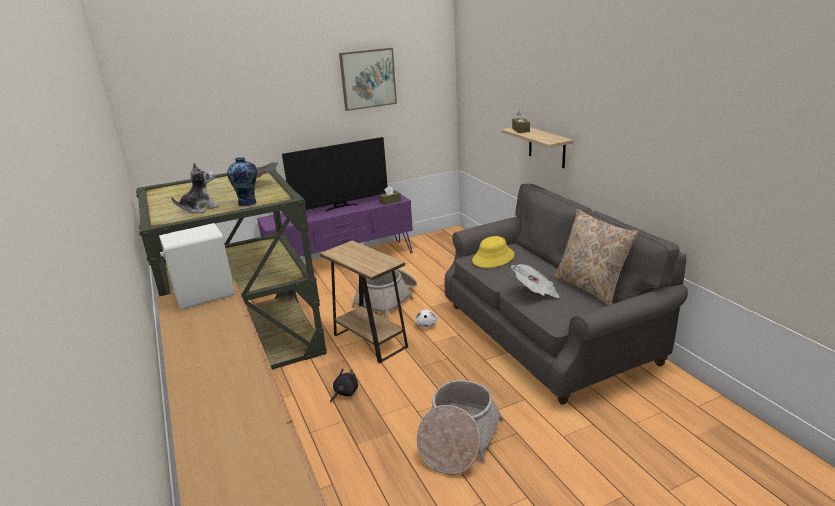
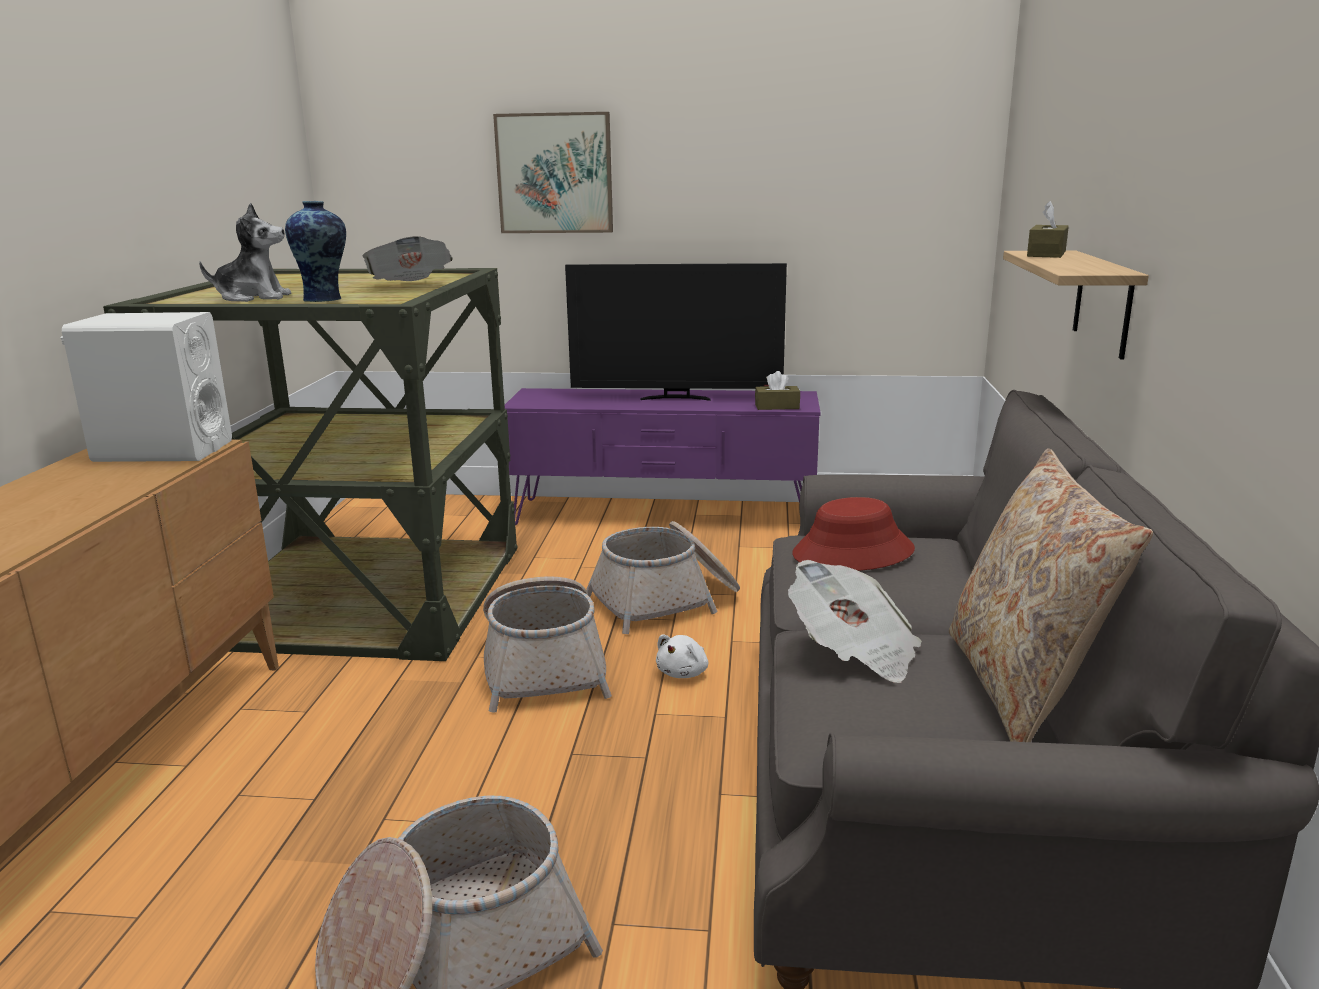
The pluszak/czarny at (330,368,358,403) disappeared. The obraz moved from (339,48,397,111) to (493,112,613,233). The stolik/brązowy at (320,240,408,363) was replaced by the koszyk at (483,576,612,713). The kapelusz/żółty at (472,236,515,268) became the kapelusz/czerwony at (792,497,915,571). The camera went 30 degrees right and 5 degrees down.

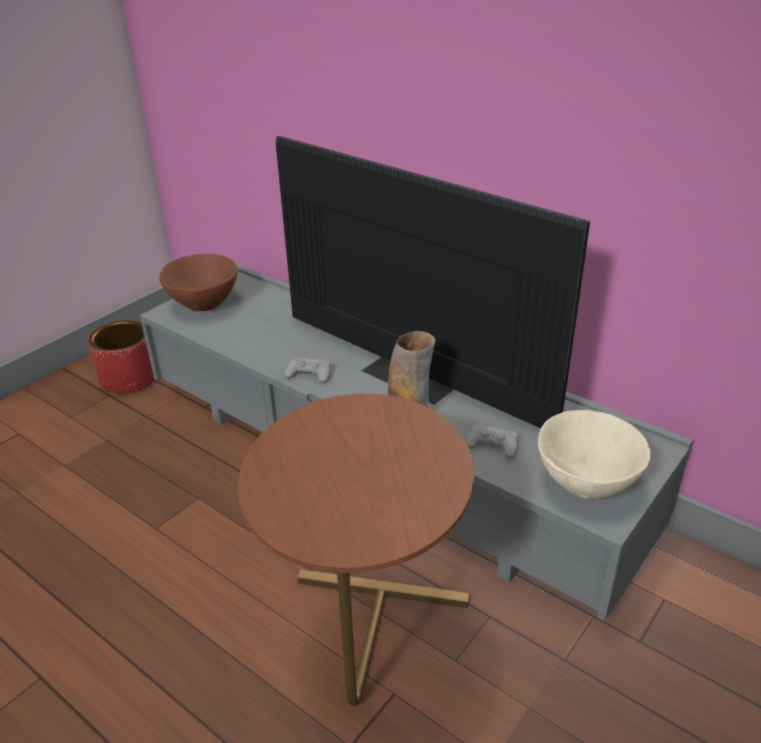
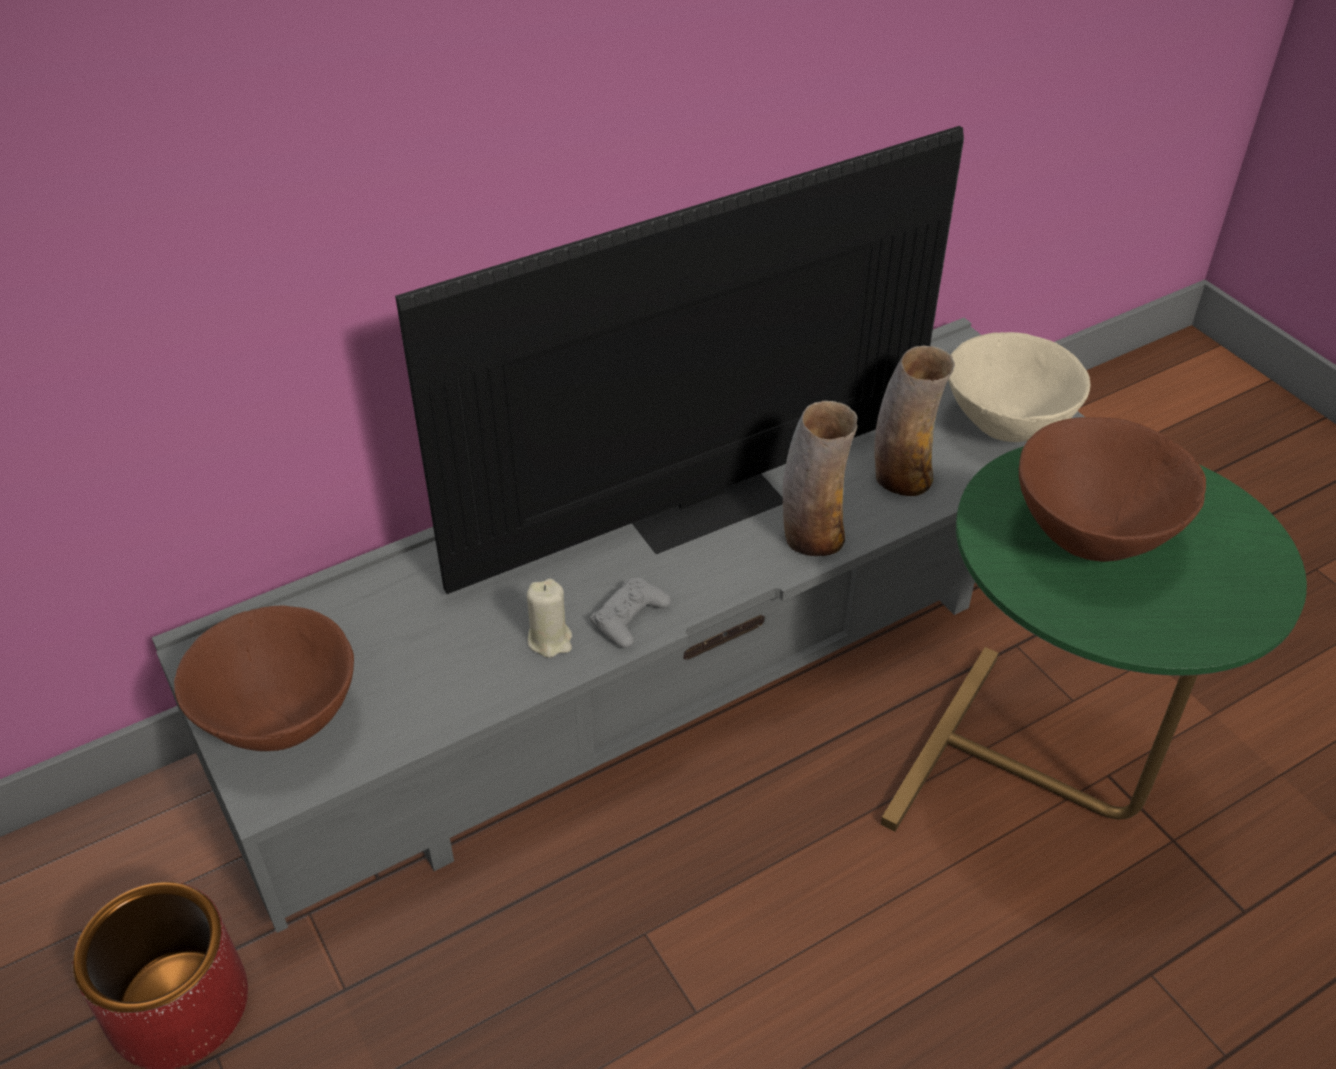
The świeca/beżowy at (527,579,572,658) appeared. The miska/brązowy at (1019,417,1206,562) appeared. The pad do gier/szary at (465,424,518,458) was replaced by the wazon at (874,345,955,496). The stolik/brązowy at (238,394,474,706) became the stolik/zielony at (881,446,1307,832). The camera went 70 degrees left and 10 degrees up.

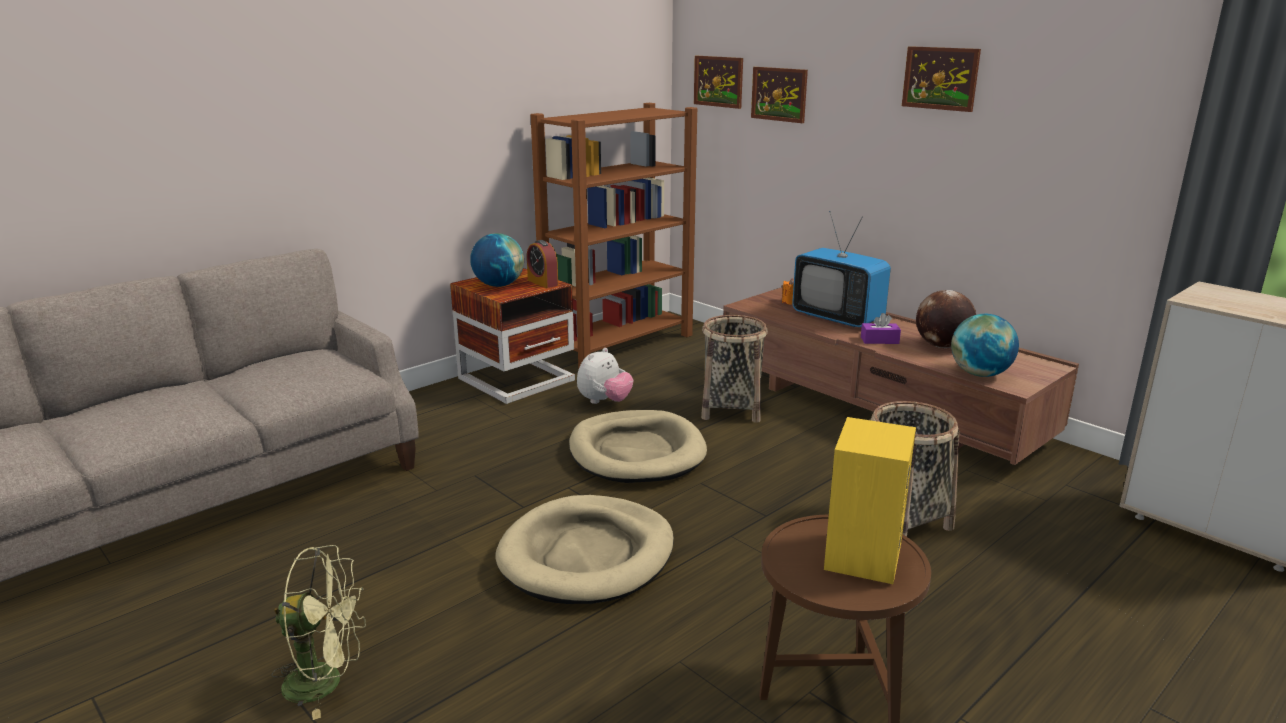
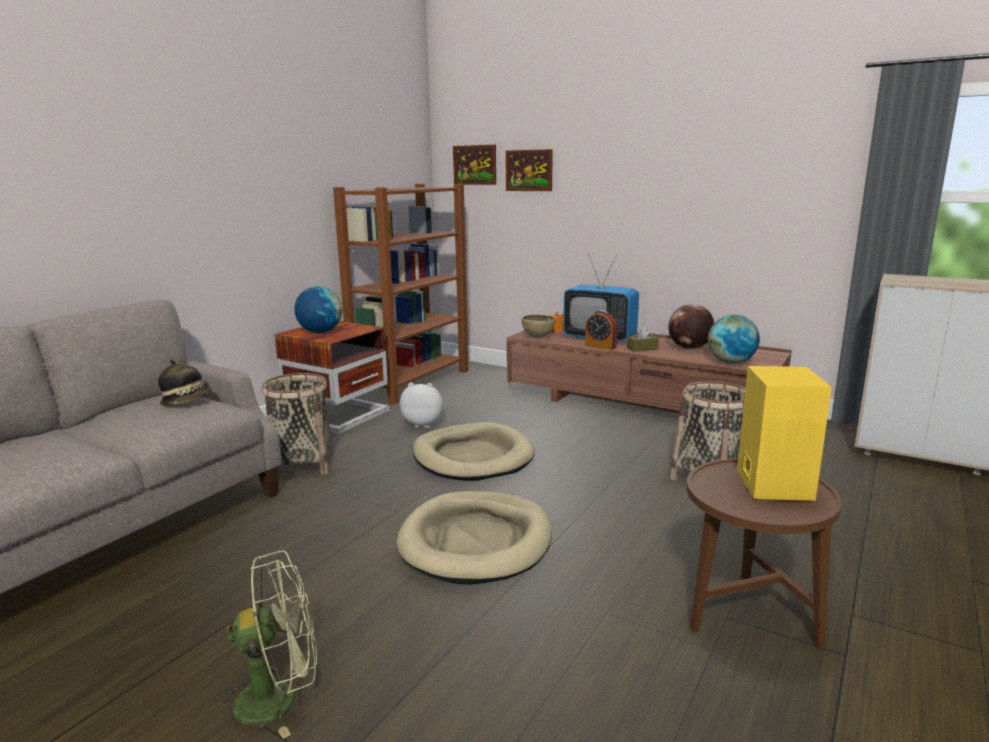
The obraz at (902,46,981,112) disappeared. The kapelusz at (158,360,211,405) appeared. The miska/brązowy at (522,315,555,338) appeared. The budzik moved from (527,240,558,288) to (585,310,617,350). The koszyk moved from (701,315,768,423) to (261,373,333,475). The pudełko chusteczek/fioletowy at (861,313,901,344) became the pudełko chusteczek/brązowy at (627,326,659,352). The pluszak at (577,348,633,404) turned 105 degrees counterclockwise. The camera went 15 degrees left and 5 degrees down.

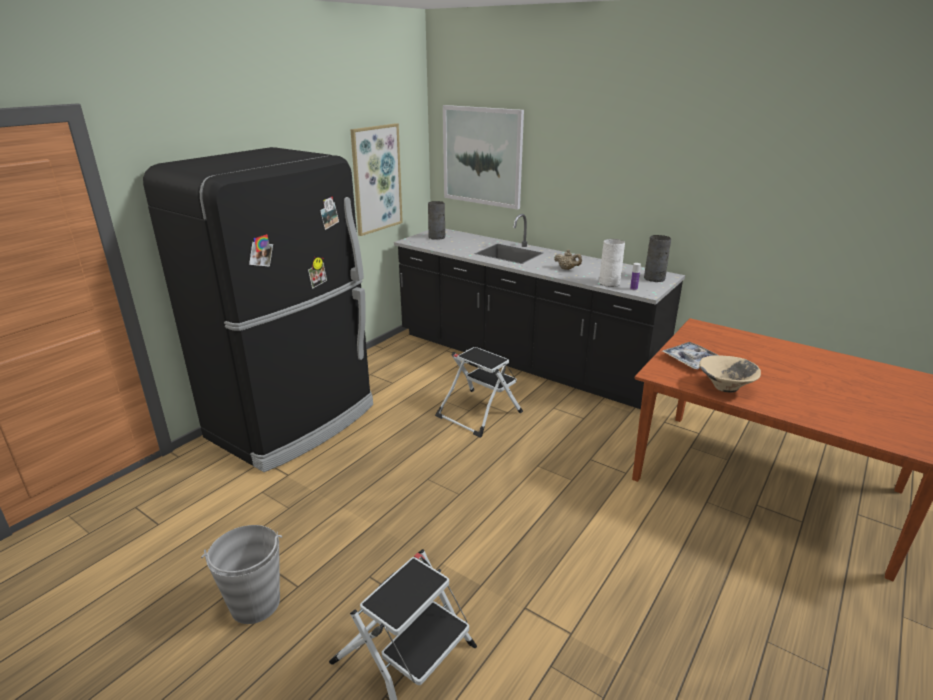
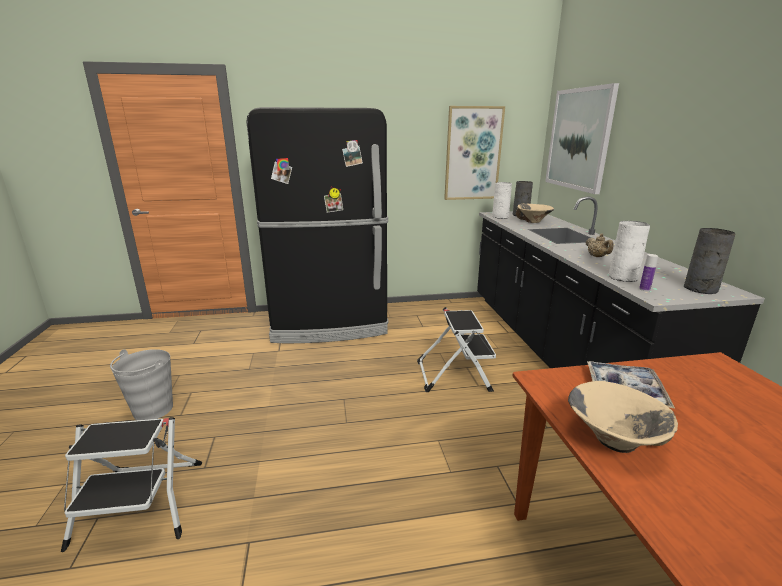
The wazon/biały at (492,182,512,219) appeared. The miska/beżowy at (516,203,554,223) appeared. The camera went 45 degrees right and 5 degrees down.

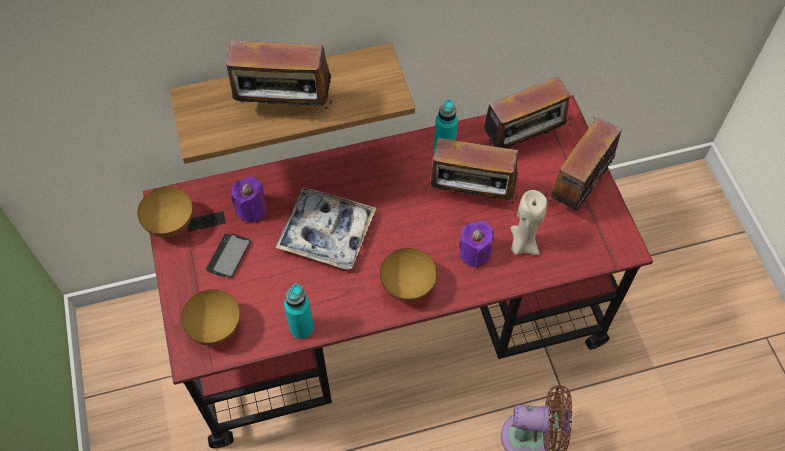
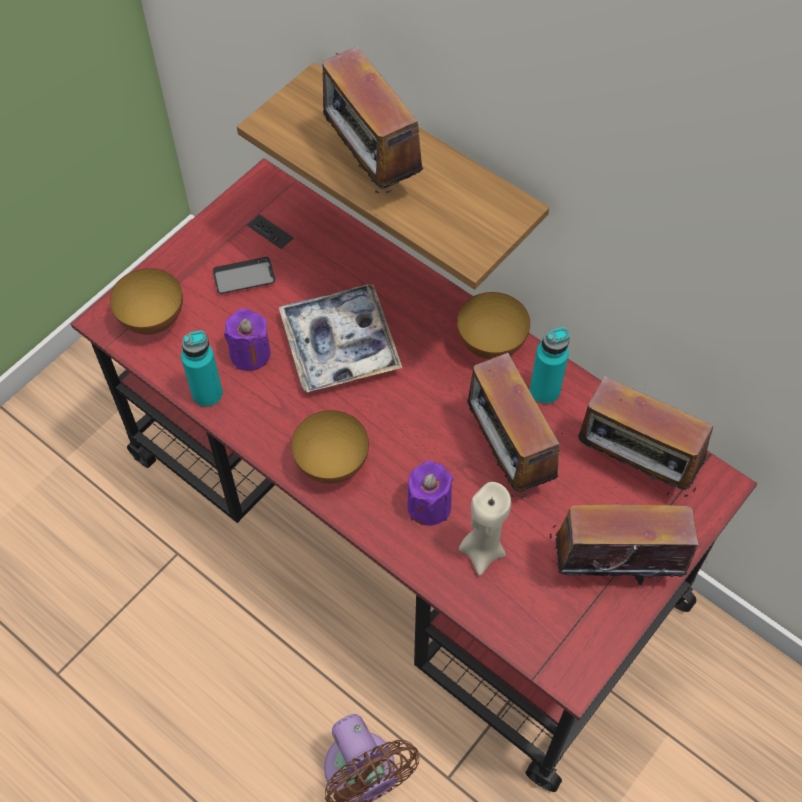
The miska moved from (137,187,193,238) to (457,292,530,359). The świeca/fioletowy moved from (231,177,267,222) to (224,309,271,371). The camera went 55 degrees right and 0 degrees up.

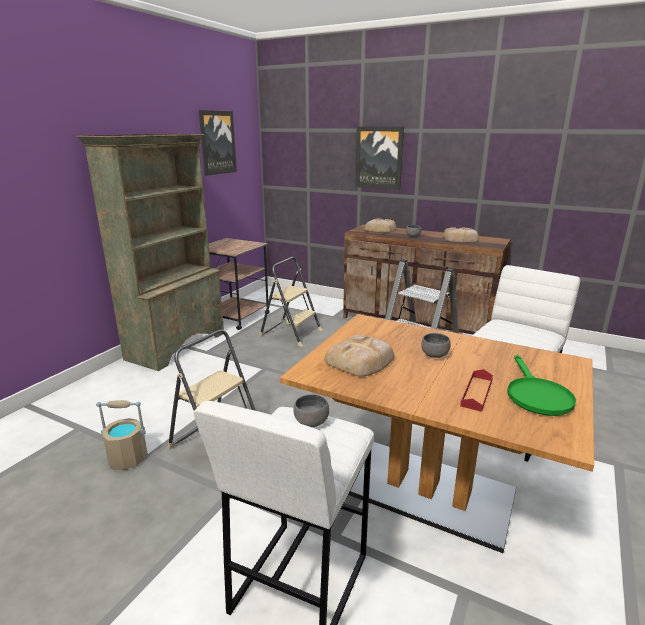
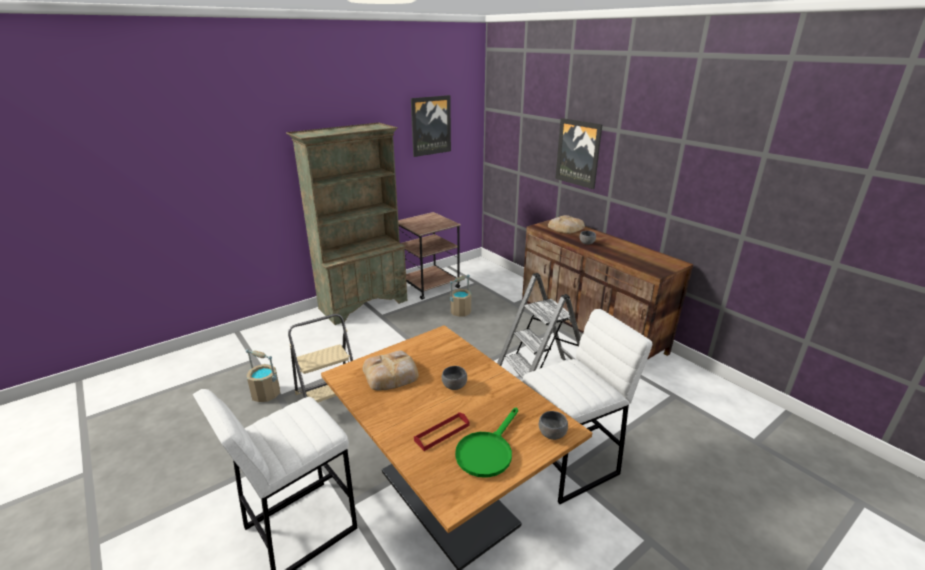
The chleb at (443,227,479,243) disappeared. The miska/szary moved from (293,394,329,427) to (539,411,568,440). The drabinka/beżowy at (259,257,323,347) was replaced by the wiadro/beżowy at (450,275,472,317). The camera went 25 degrees right and 5 degrees up.

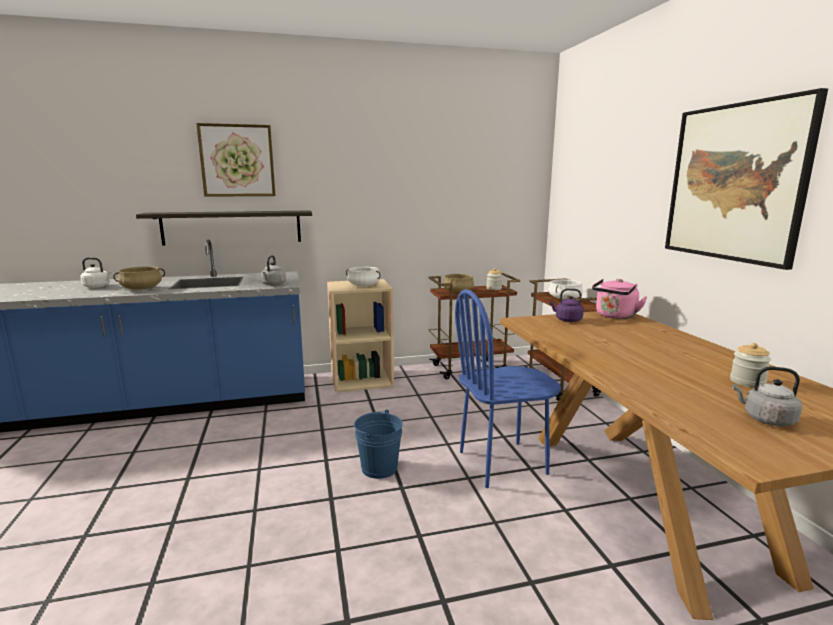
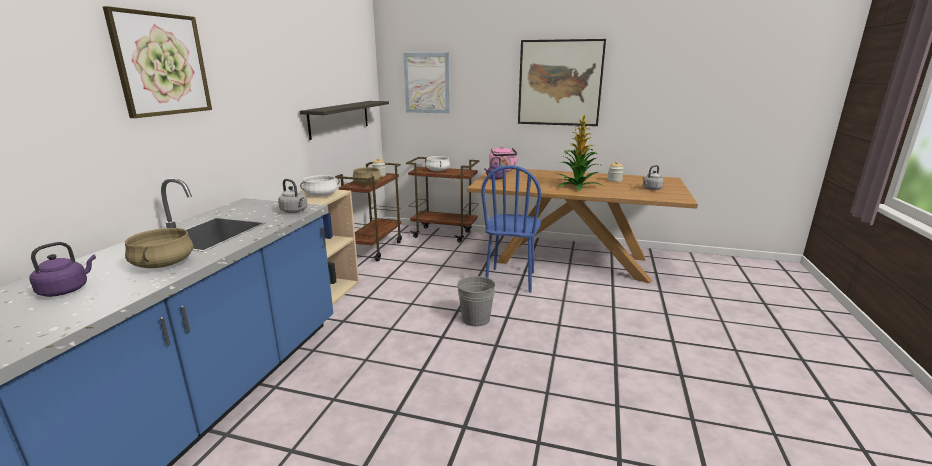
The obraz at (403,53,450,113) appeared. The roślina doniczkowa at (557,115,603,191) appeared. The półka moved from (136,210,312,246) to (300,101,389,140). The czajnik/biały at (81,257,113,288) became the czajnik/fioletowy at (29,242,96,297). The wiadro/niebieski at (354,410,403,479) became the wiadro/szary at (457,275,495,326). The camera went 60 degrees left and 5 degrees up.

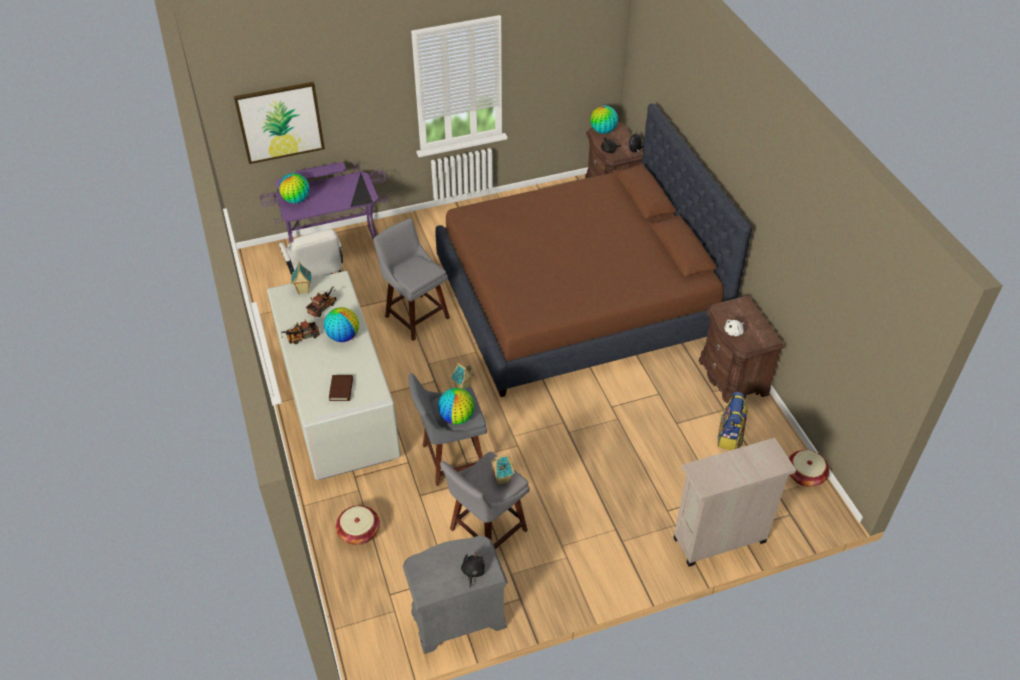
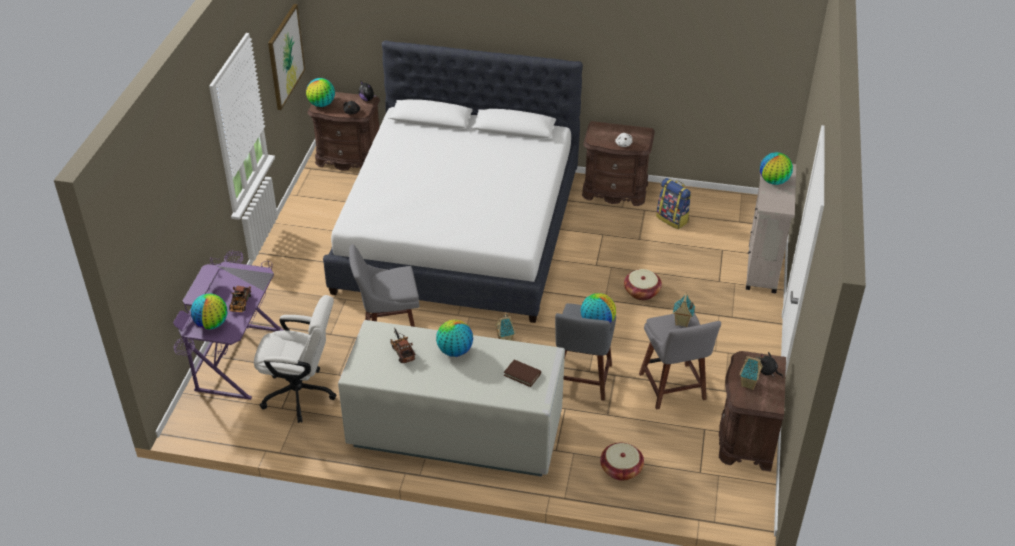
The globus at (760,152,793,185) appeared. The obraz moved from (234,82,325,164) to (268,4,305,110). The ciężarówka zabawkowa moved from (281,320,320,344) to (229,285,251,312). The domek moved from (291,262,311,294) to (739,356,763,390). The koszyk moved from (789,450,830,487) to (624,269,662,300). The szafka nocna/szary at (403,536,508,654) became the szafka nocna/brązowy at (719,351,786,472). The łóżko/brązowy at (435,103,752,397) became the łóżko/biały at (323,40,583,323). The camera went 60 degrees left and 5 degrees down.

